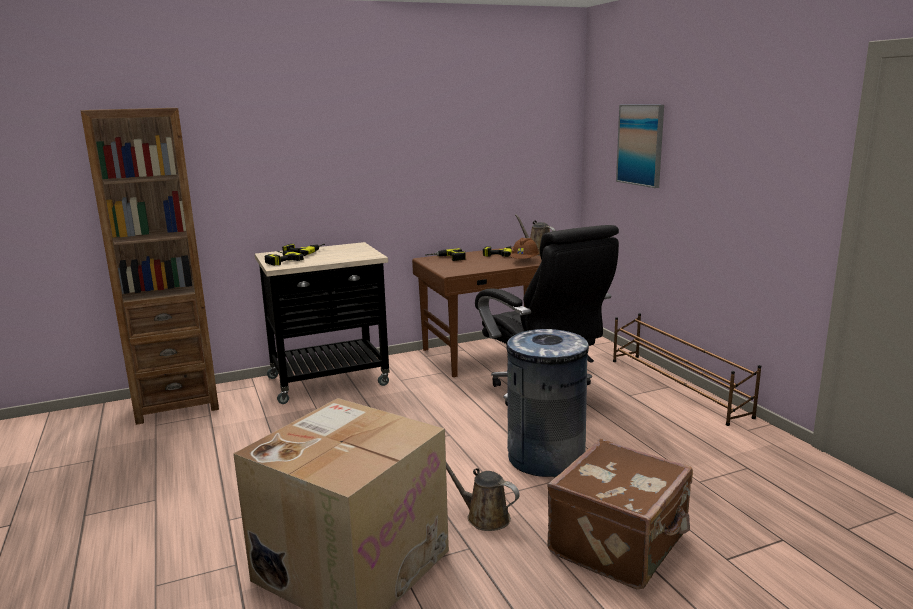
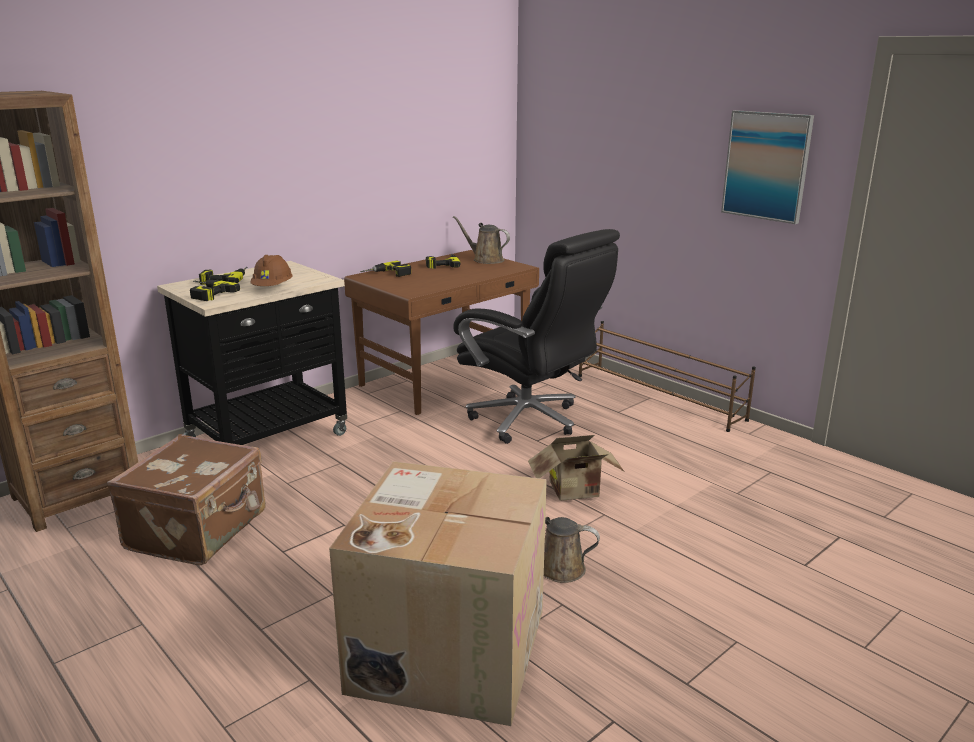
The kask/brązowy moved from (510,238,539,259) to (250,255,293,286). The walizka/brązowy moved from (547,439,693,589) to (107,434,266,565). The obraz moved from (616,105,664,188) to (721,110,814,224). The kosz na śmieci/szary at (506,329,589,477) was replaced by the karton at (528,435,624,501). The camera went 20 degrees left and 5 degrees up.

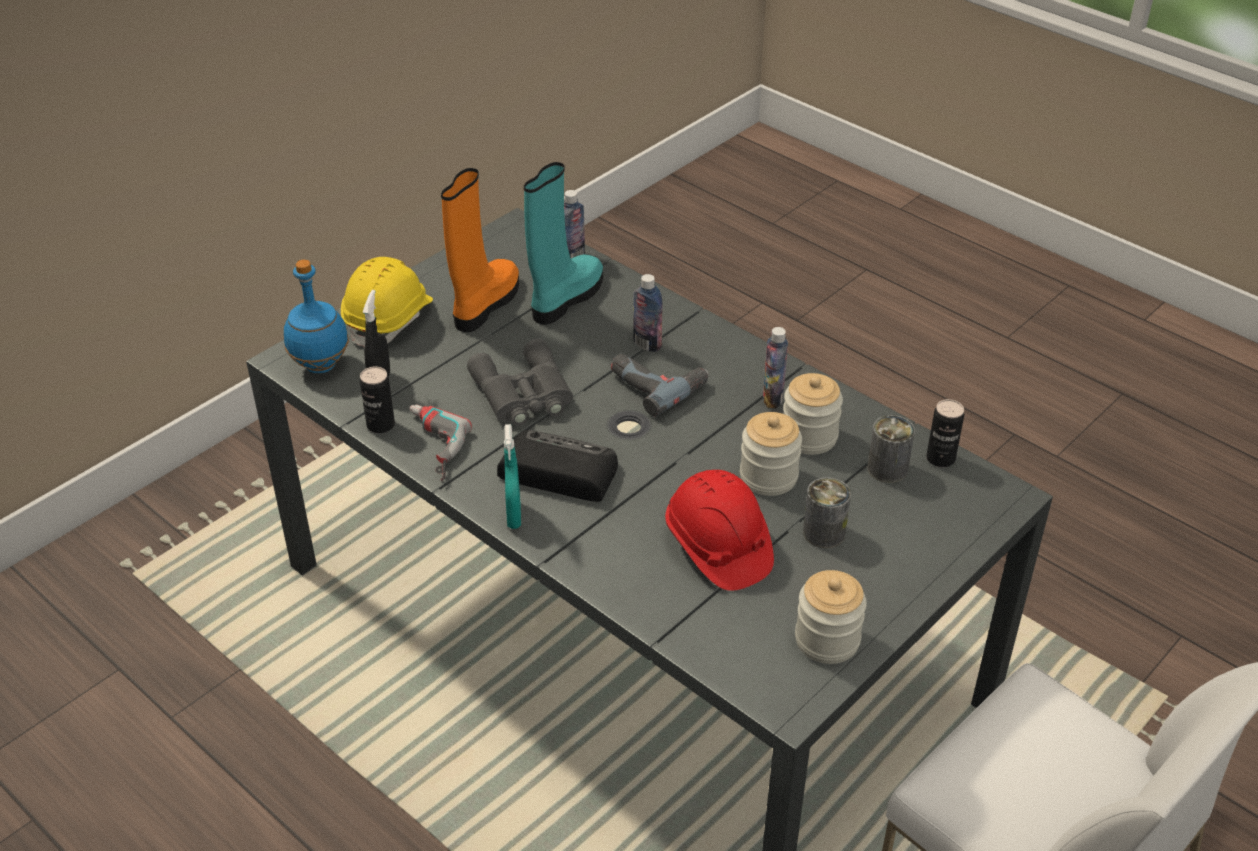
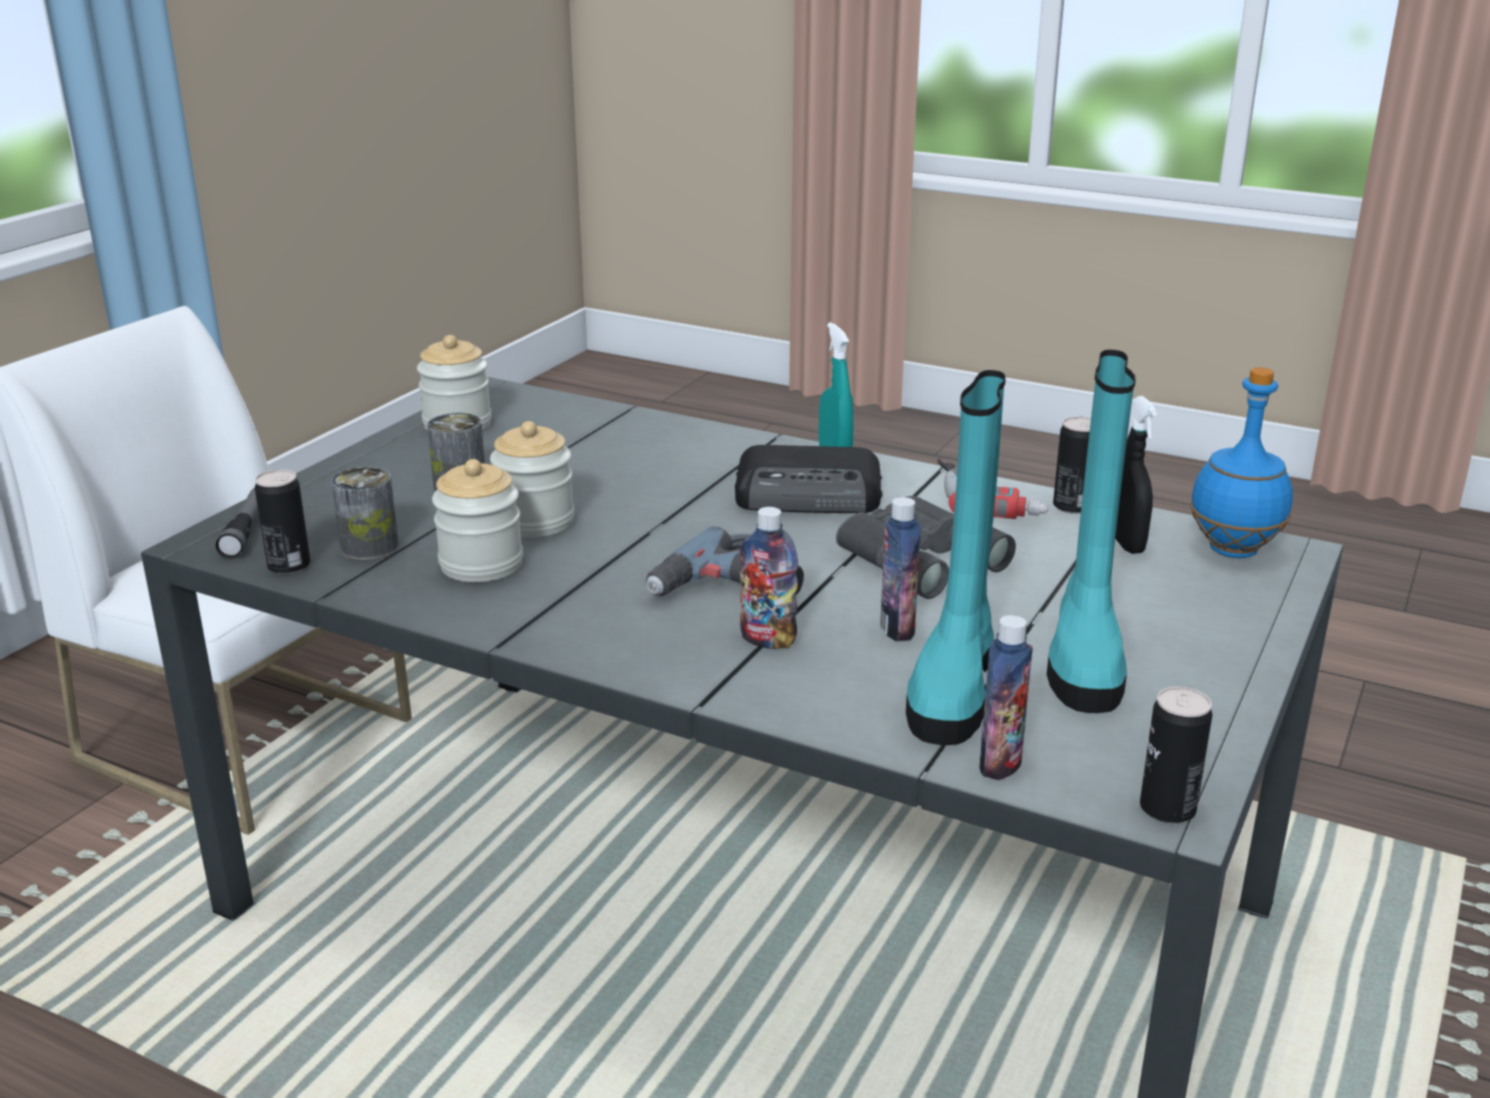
The kask/żółty at (341,257,433,348) disappeared. The kask/czerwony at (665,470,774,591) disappeared. The latarka at (216,488,258,559) appeared. The puszka at (1140,686,1212,823) appeared. The butelka moved from (763,327,788,408) to (880,497,921,642). The but z cholewką/pomarańczowy at (441,168,519,332) became the but z cholewką/turkusowy at (1047,350,1136,713). The camera went 165 degrees right and 15 degrees down.

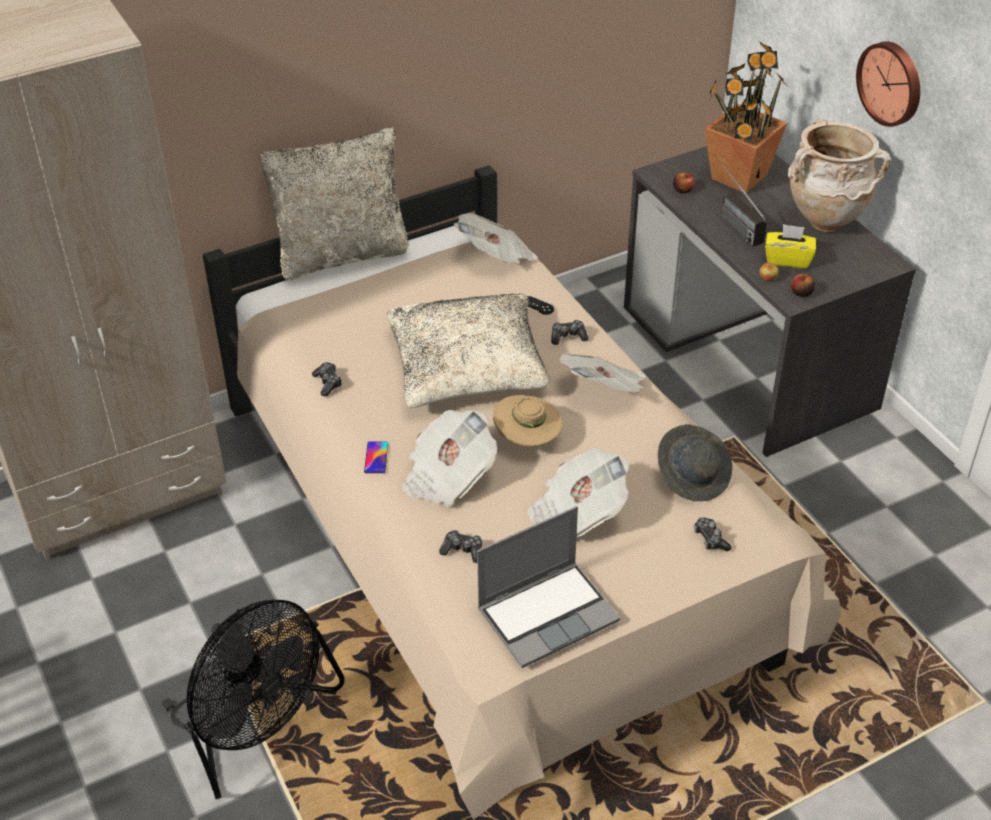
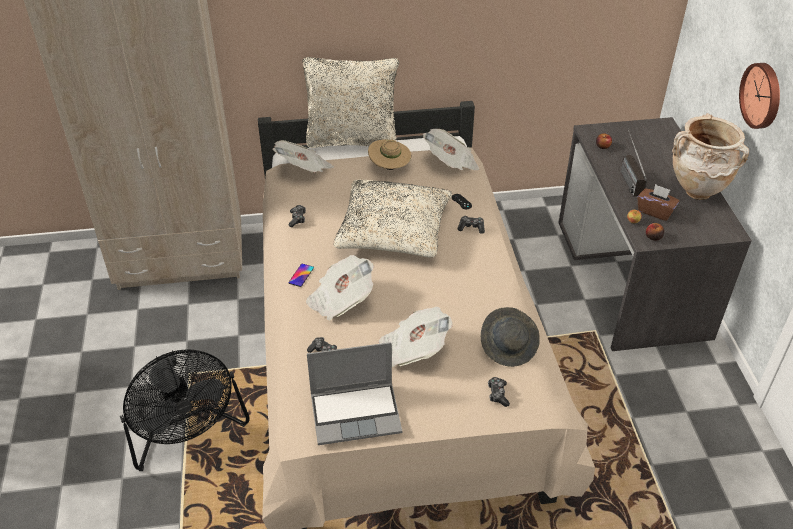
The roślina doniczkowa at (705,41,787,193) disappeared. The kapelusz/beżowy moved from (493,395,563,447) to (368,139,412,170). The gazeta moved from (560,353,646,393) to (273,140,334,173). The pudełko chusteczek/żółty at (765,224,816,268) became the pudełko chusteczek/brązowy at (637,184,680,221). The camera went 20 degrees right and 0 degrees up.

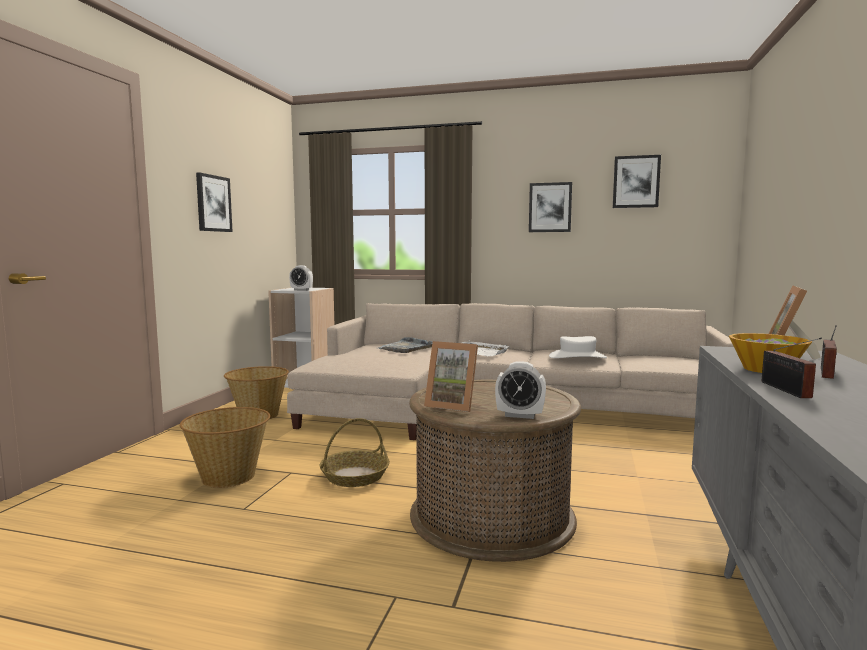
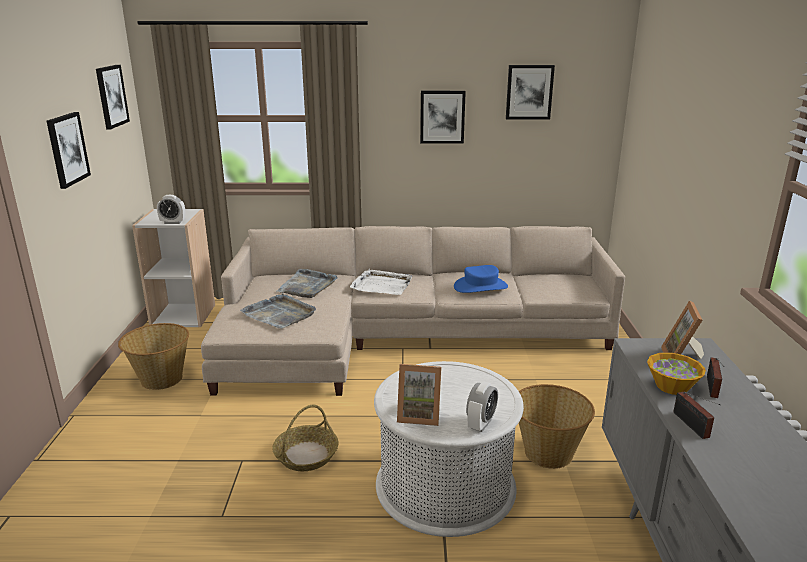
The obraz at (96,65,130,130) appeared. The taca/szary at (240,293,316,329) appeared. The koszyk moved from (179,407,270,488) to (519,384,595,469). The ława/brązowy at (409,380,581,562) became the ława/biały at (374,361,524,537). The kapelusz/biały at (549,336,607,358) became the kapelusz/niebieski at (454,265,508,293). The budzik at (495,361,546,419) turned 60 degrees counterclockwise. The camera went 15 degrees left and 15 degrees up.

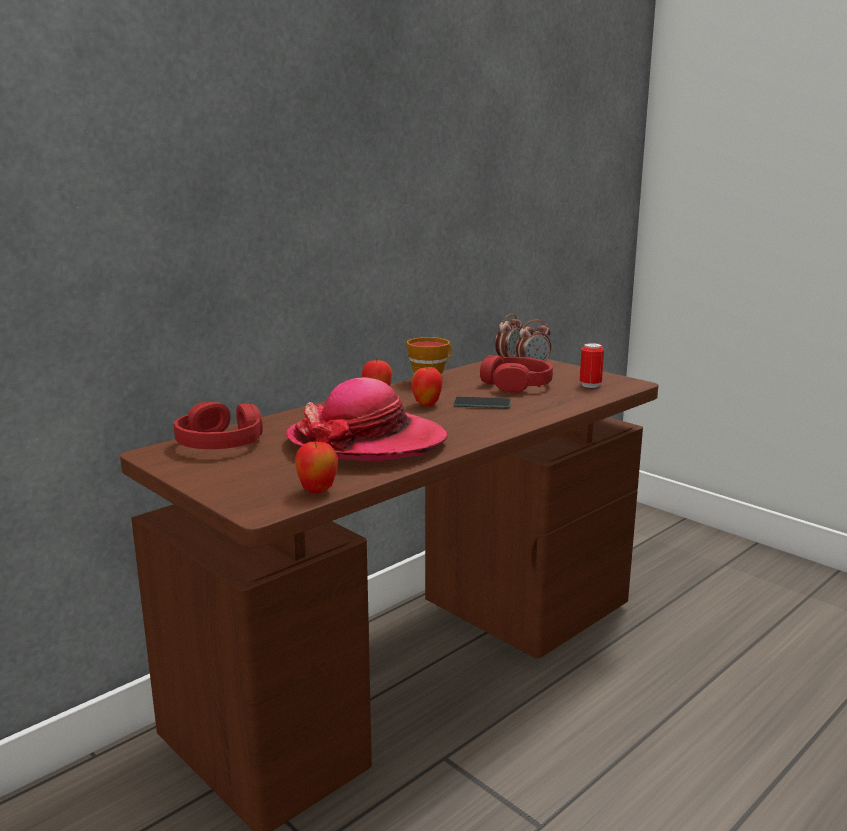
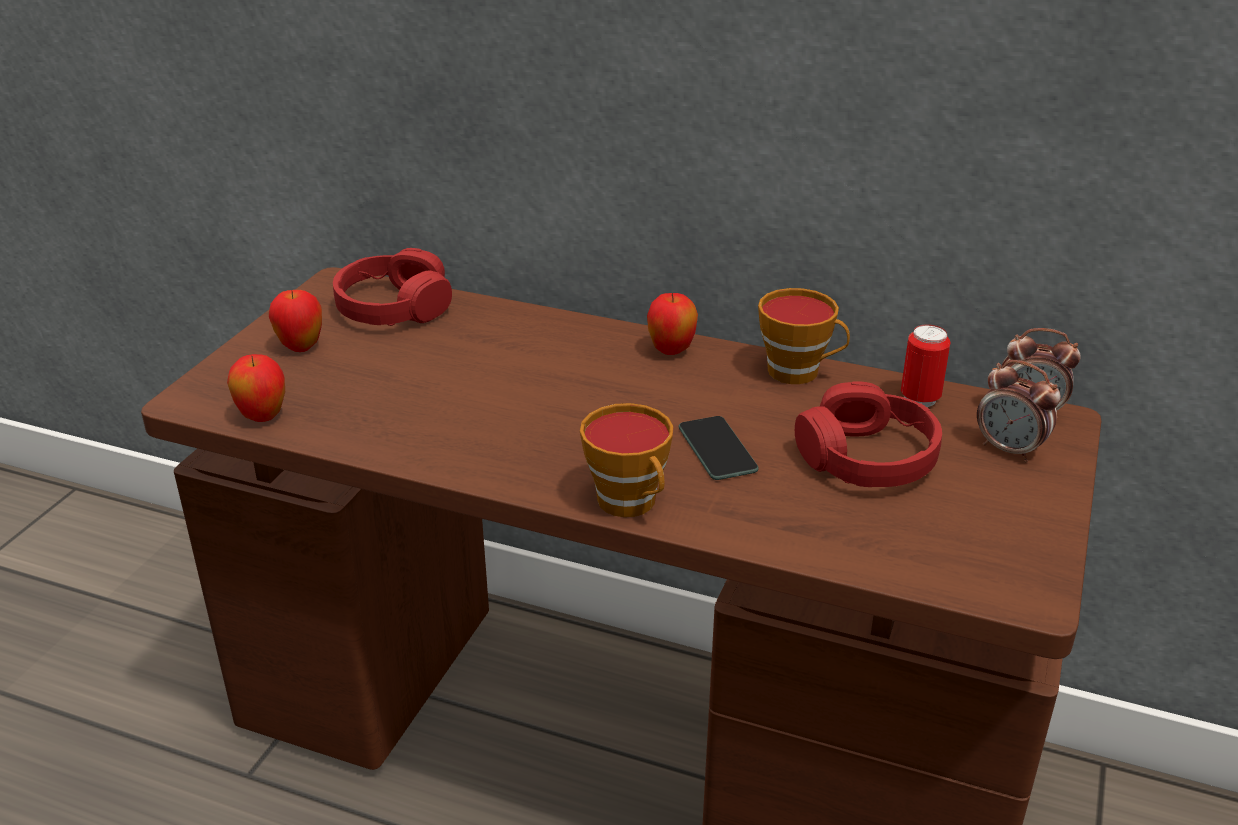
The kapelusz at (286,377,448,462) disappeared. The filiżanka at (580,403,673,517) appeared. The jabłko moved from (411,365,443,406) to (269,290,322,352). The puszka moved from (580,343,604,388) to (901,324,950,407). The camera went 65 degrees right and 15 degrees up.

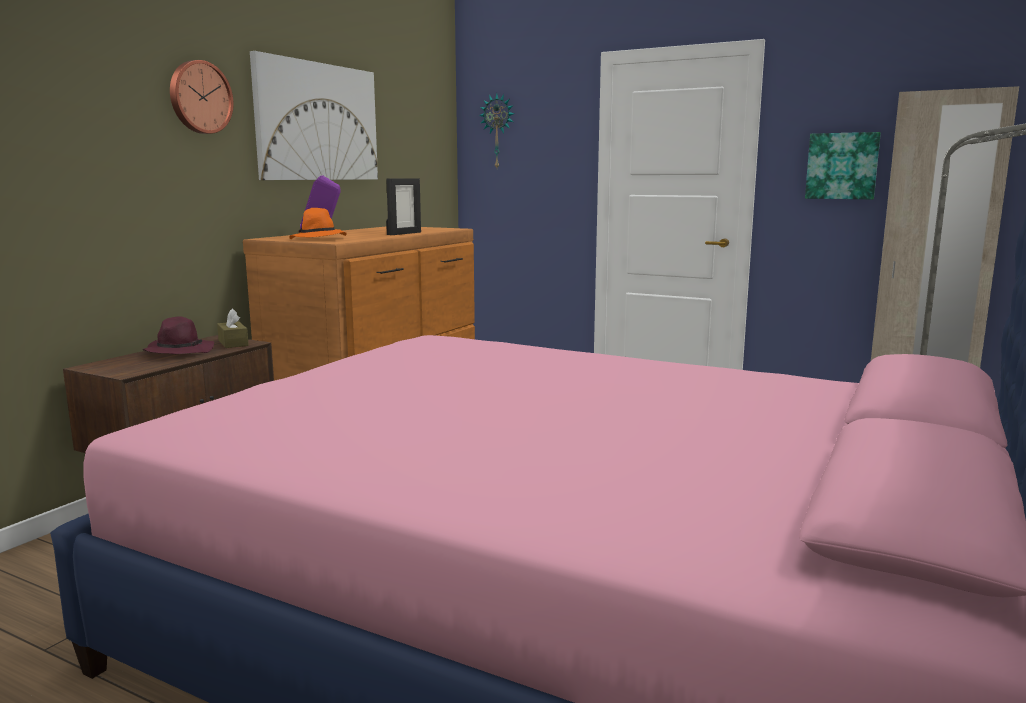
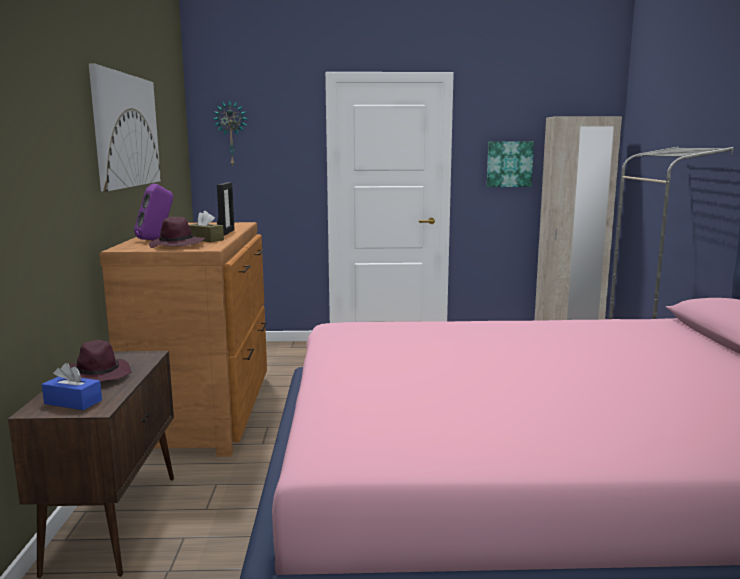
The zegar ścienny at (170,60,234,134) disappeared. The pudełko chusteczek/niebieski at (42,363,102,410) appeared. The pudełko chusteczek/brązowy moved from (217,309,249,348) to (189,211,224,242). The kapelusz/pomarańczowy at (289,208,347,239) became the kapelusz/fioletowy at (149,217,205,248). The camera went 30 degrees left and 0 degrees up.

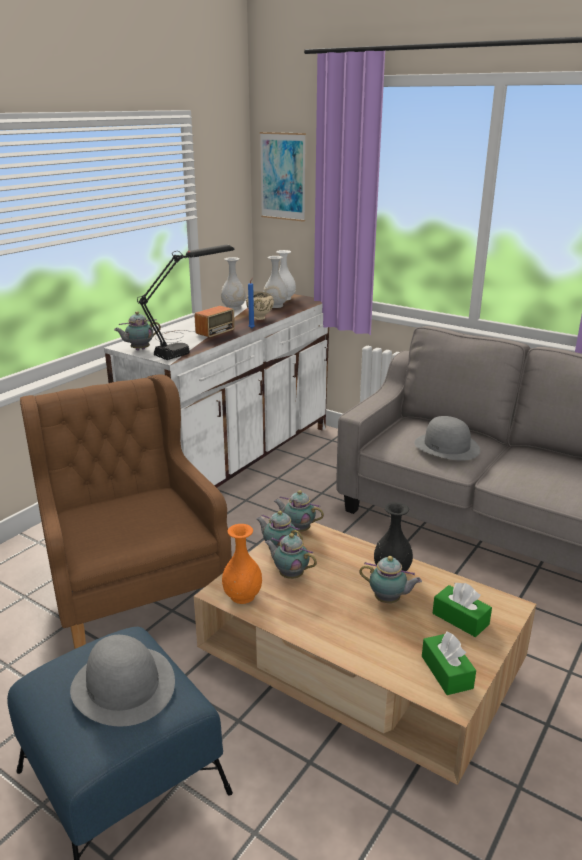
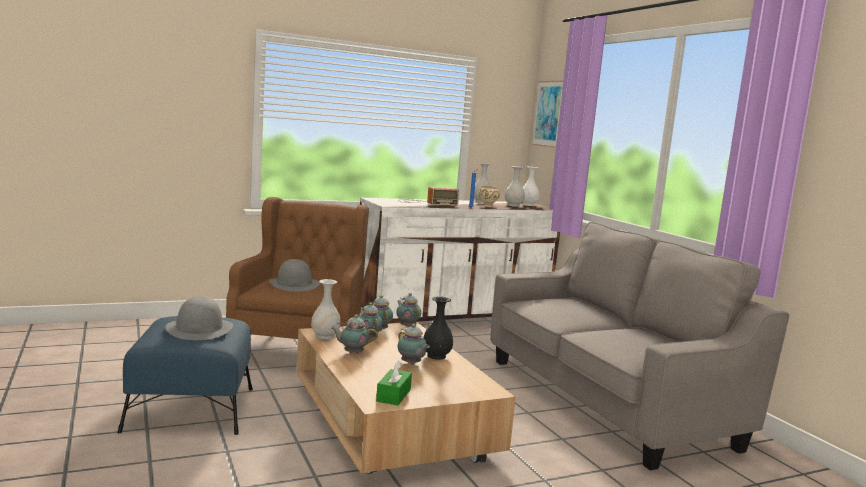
The lampa stołowa/czarny at (137,245,234,360) disappeared. The pudełko chusteczek/zielony at (433,583,492,637) disappeared. The imbryk moved from (114,311,161,350) to (331,315,378,354). The kapelusz/szary moved from (414,416,480,461) to (269,259,320,291). The wazon/pomarańczowy at (222,524,262,604) became the wazon/biały at (311,279,341,339). The camera went 30 degrees right and 15 degrees down.

